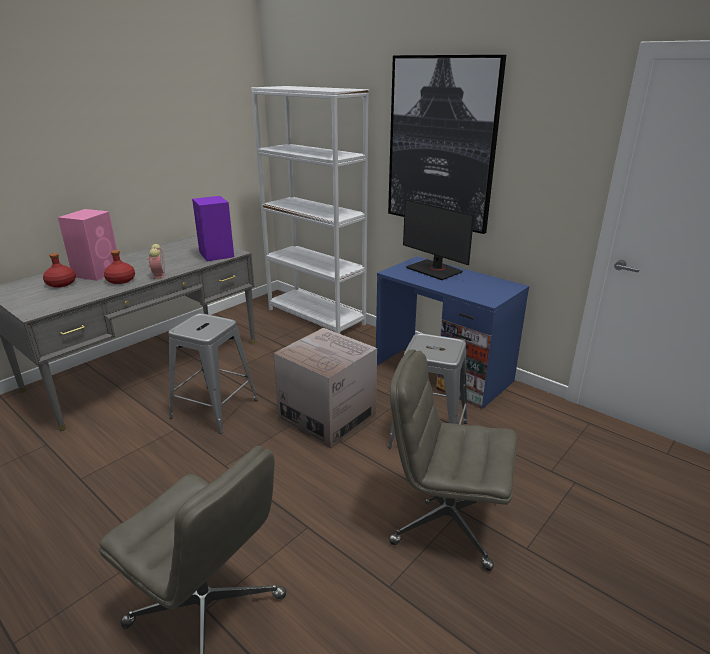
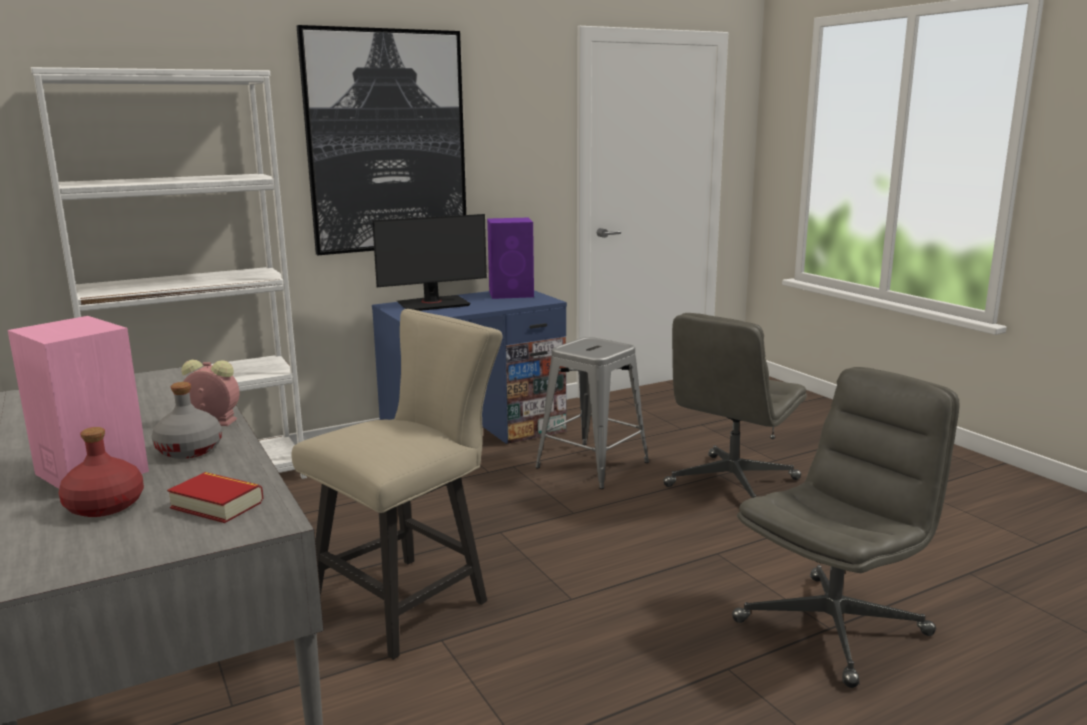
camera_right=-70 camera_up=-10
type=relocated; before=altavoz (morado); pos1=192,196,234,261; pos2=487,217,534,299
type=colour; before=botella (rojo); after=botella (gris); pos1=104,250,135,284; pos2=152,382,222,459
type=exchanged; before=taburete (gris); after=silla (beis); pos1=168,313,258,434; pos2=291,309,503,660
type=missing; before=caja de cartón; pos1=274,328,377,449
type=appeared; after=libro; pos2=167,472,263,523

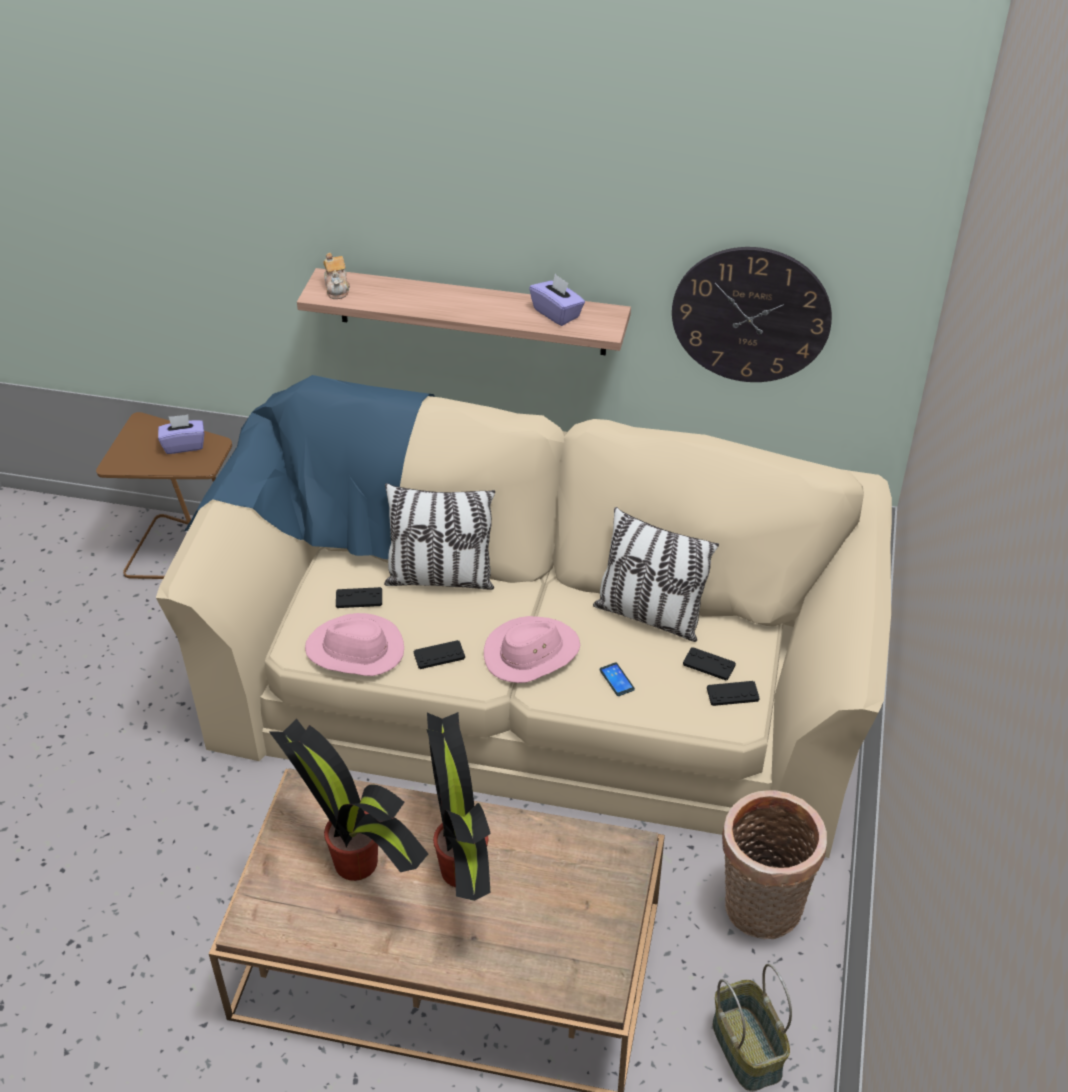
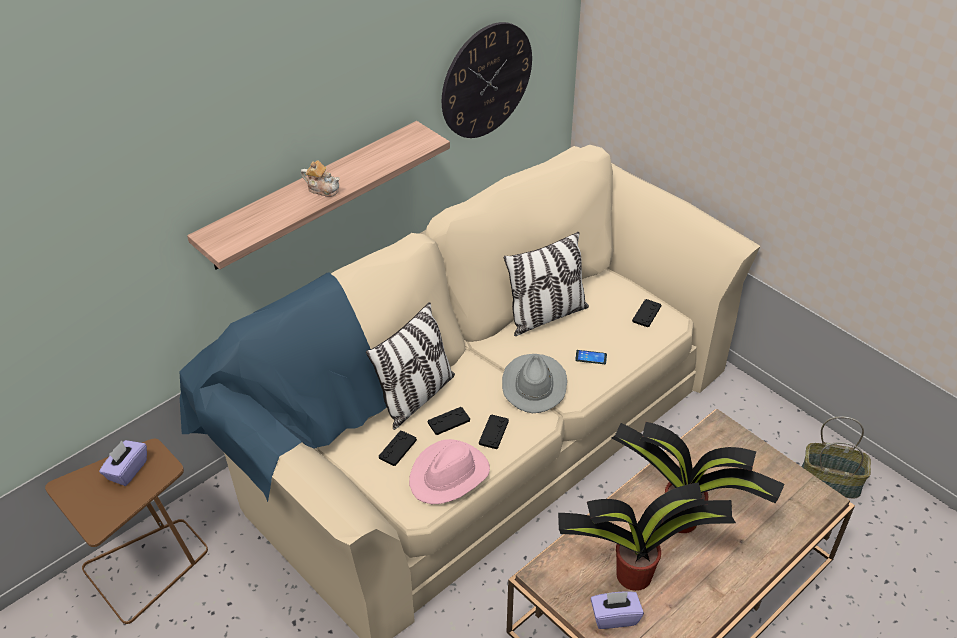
camera_right=-55 camera_up=0
type=relocated; before=tetera; pos1=323,252,350,299; pos2=301,160,340,197
type=relocated; before=caja de pañuelos (morado); pos1=529,274,585,326; pos2=591,591,644,629
type=colour; before=sombrero (rosa); after=sombrero (gris); pos1=484,616,580,683; pos2=502,354,567,413
type=relocated; before=mando de consola (negro); pos1=683,647,736,680; pos2=428,407,470,435
type=missing; before=cesta; pos1=722,790,827,939

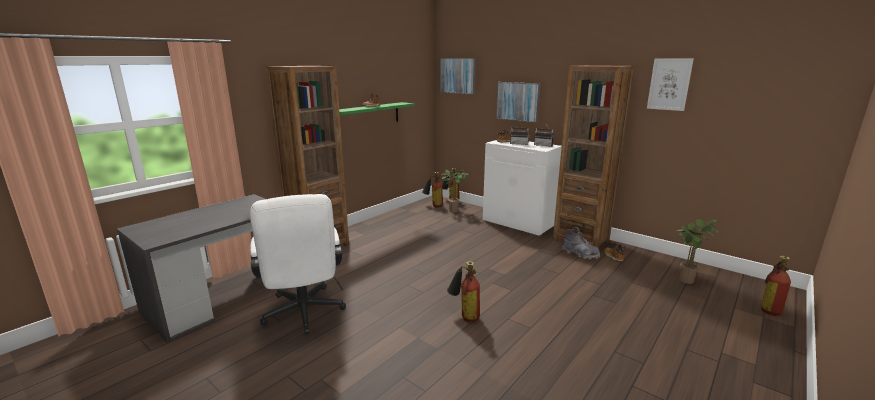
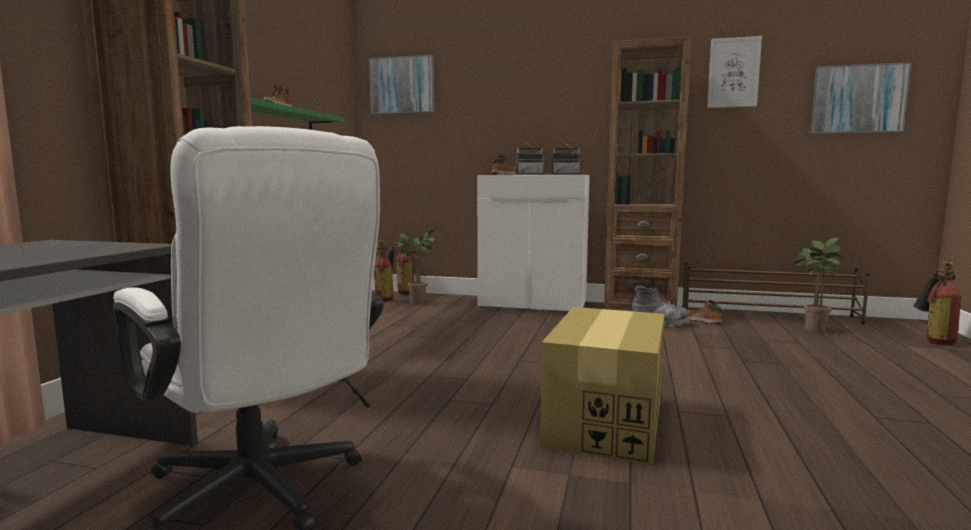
camera_right=-25 camera_up=-10
type=relocated; before=cuadro; pos1=496,82,540,123; pos2=810,62,911,134
type=exchanged; before=extintor; after=caja de cartón; pos1=447,261,480,322; pos2=540,307,664,465
type=appeared; after=zapatero (marrón); pos2=682,263,870,324

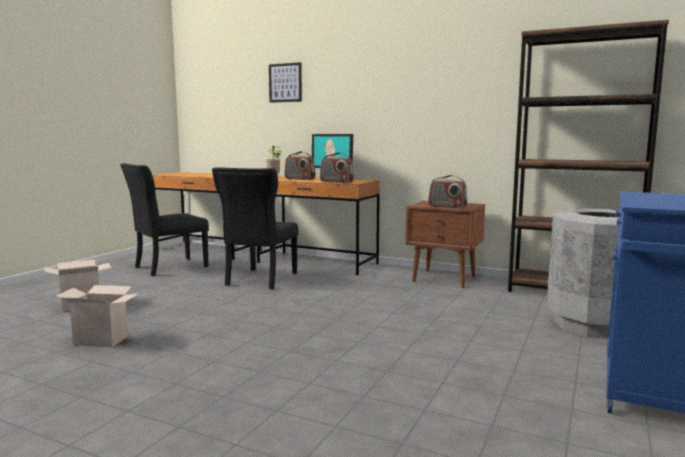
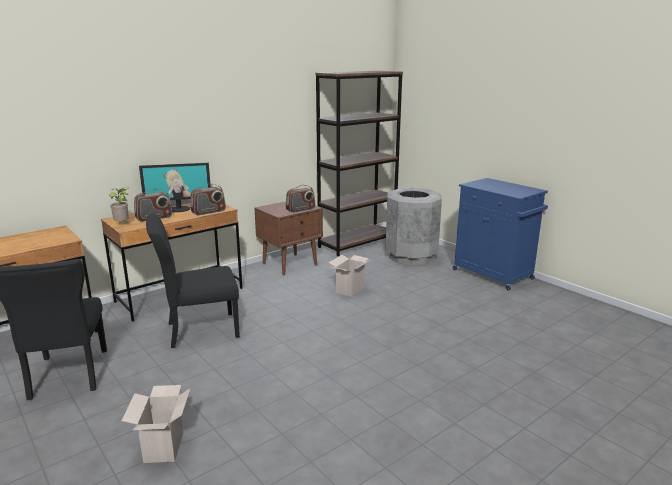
camera_right=-65 camera_up=10
type=missing; before=cuadro; pos1=269,62,302,103
type=spun; before=silla (negro); pos1=212,167,299,289; pos2=146,214,240,348; turn=120
type=relocated; before=caja de cartón; pos1=56,285,138,347; pos2=329,255,371,297

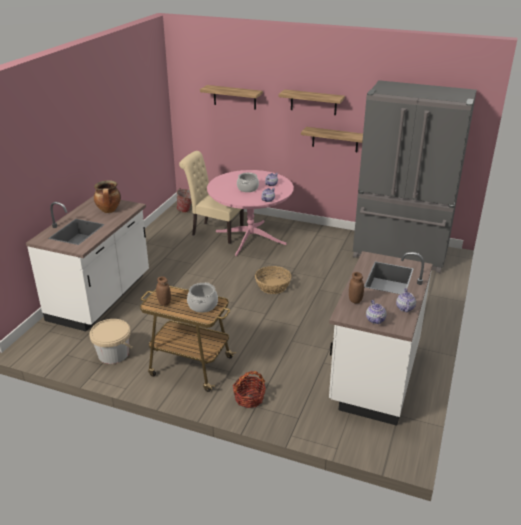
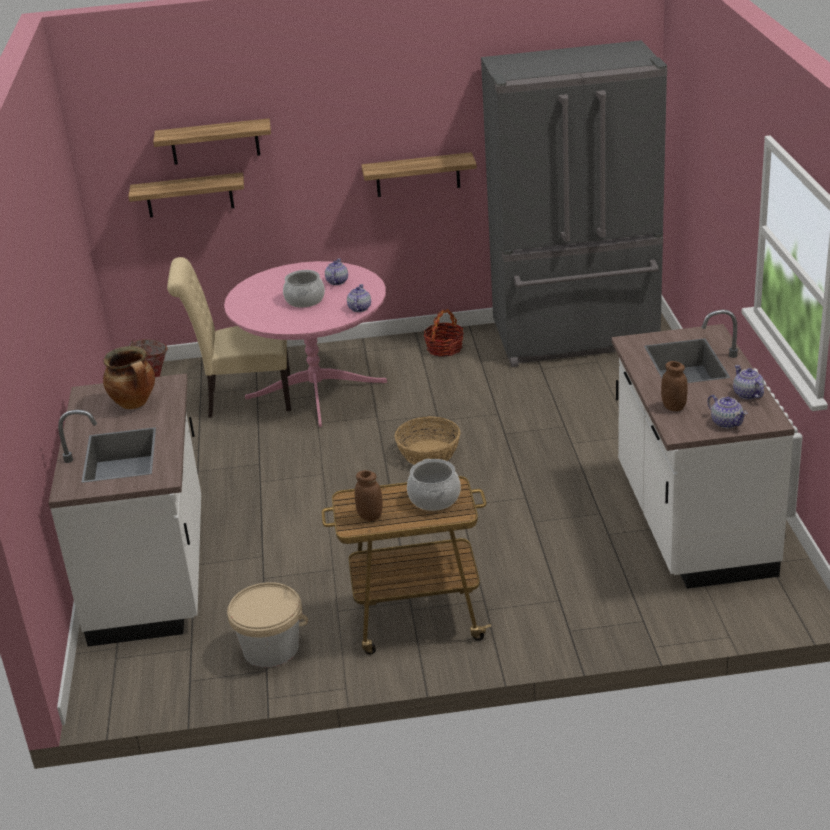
camera_right=-25 camera_up=0
type=relocated; before=estante; pos1=278,89,345,115; pos2=128,172,244,217
type=relocated; before=cesta; pos1=233,371,266,408; pos2=424,309,464,357

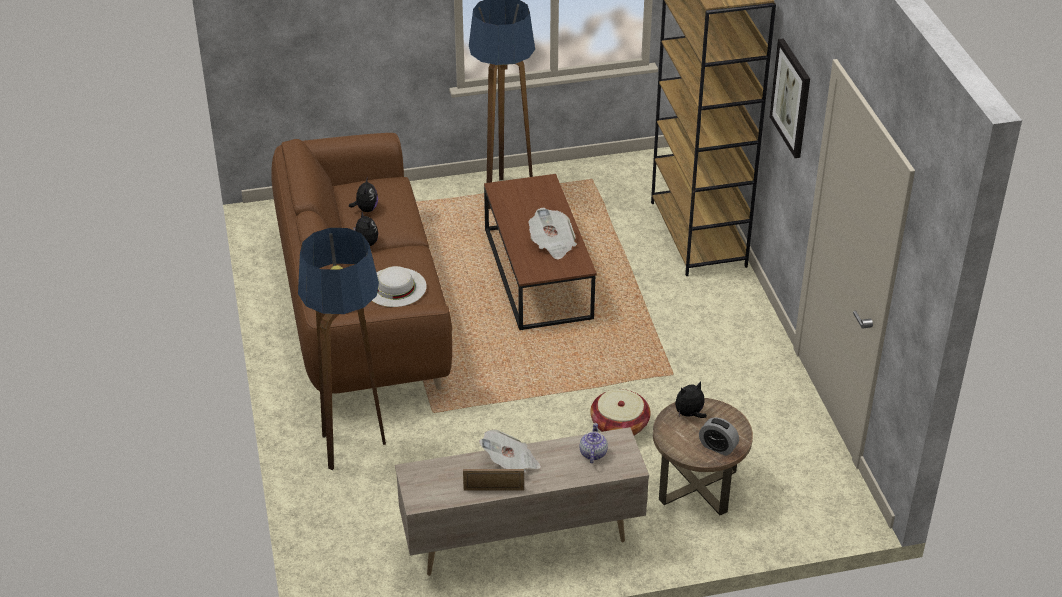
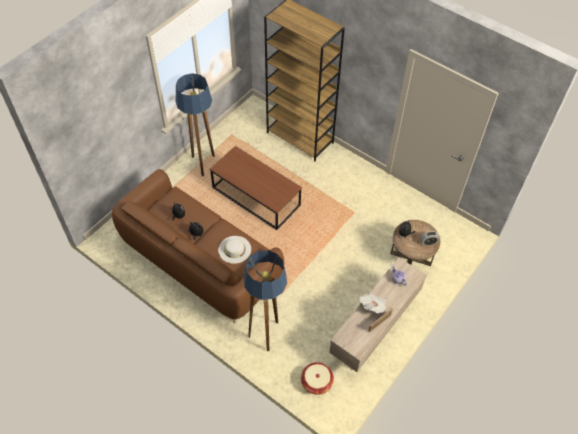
camera_right=-40 camera_up=15
type=missing; before=cuadro; pos1=770,38,810,158
type=missing; before=periódico; pos1=528,208,577,259
type=relocated; before=cesta; pos1=590,389,650,436; pos2=301,362,334,395

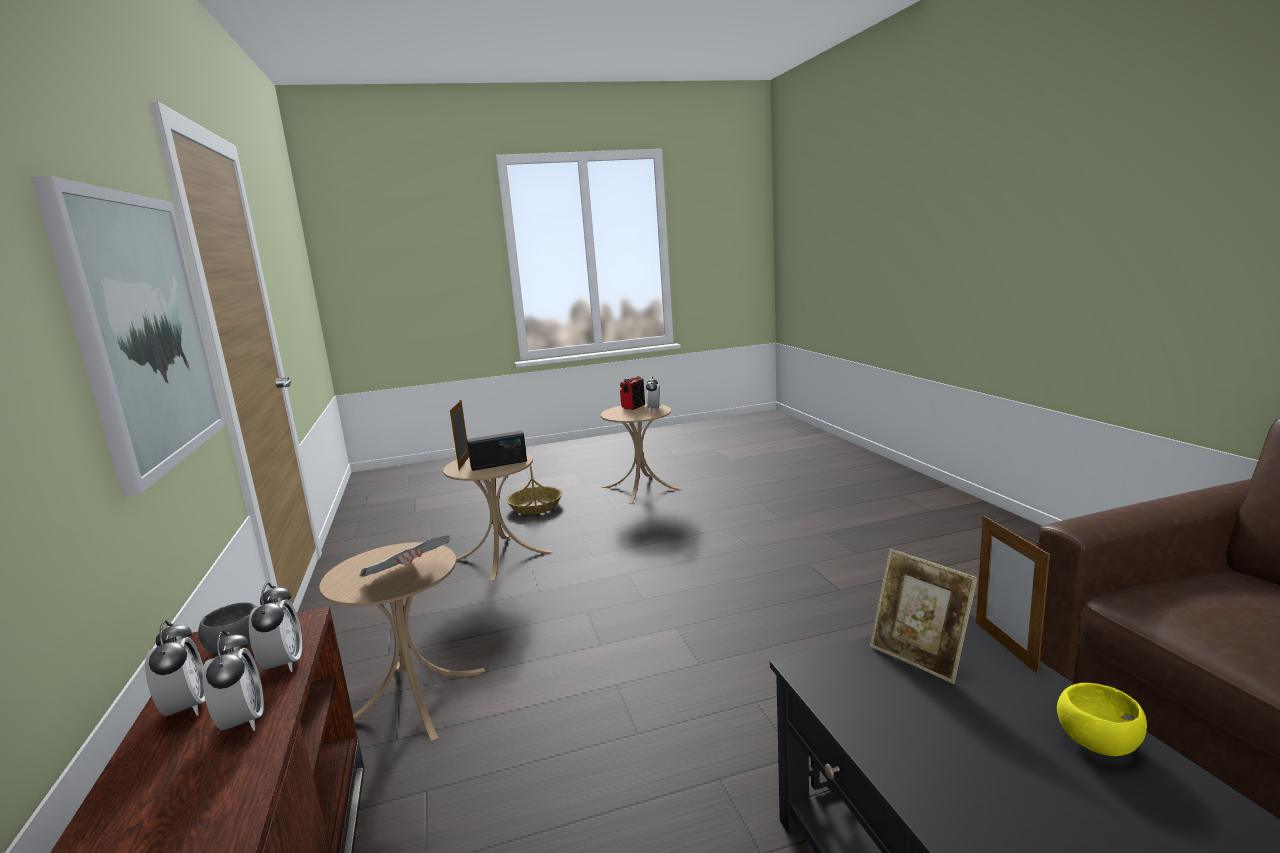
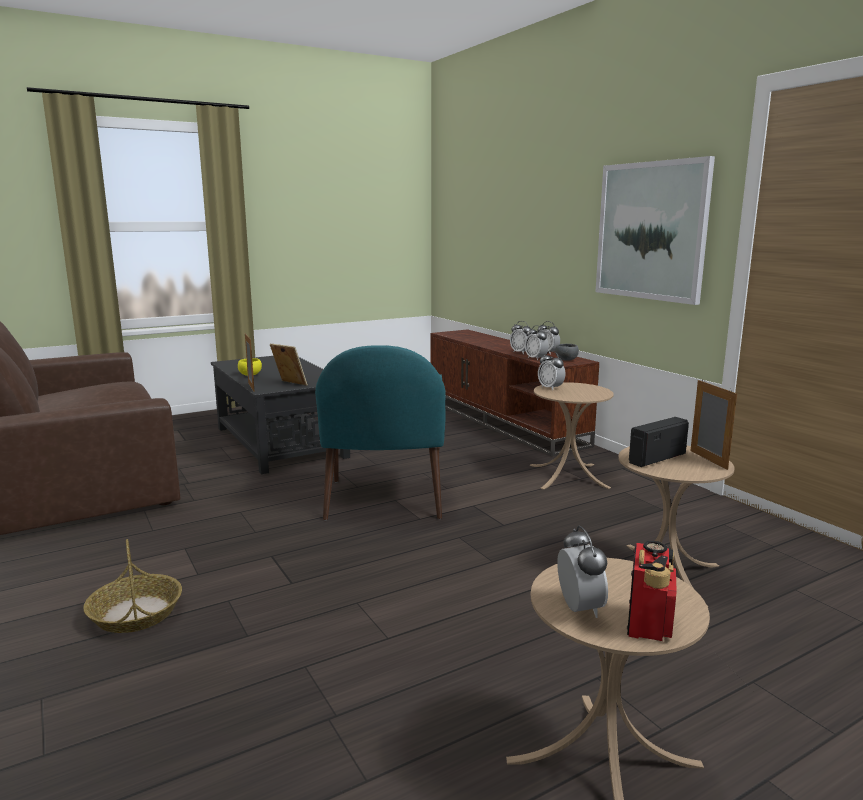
camera_right=165 camera_up=0
type=relocated; before=cesta; pos1=506,465,562,515; pos2=83,539,182,633
type=exchanged; before=periódico; after=despertador; pos1=360,535,450,577; pos2=538,351,565,390
type=appeared; after=sillón (turquesa); pos2=315,345,446,521

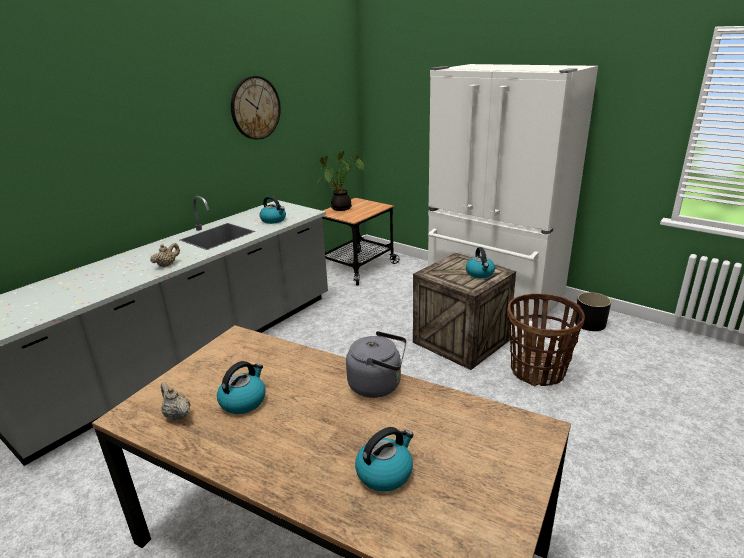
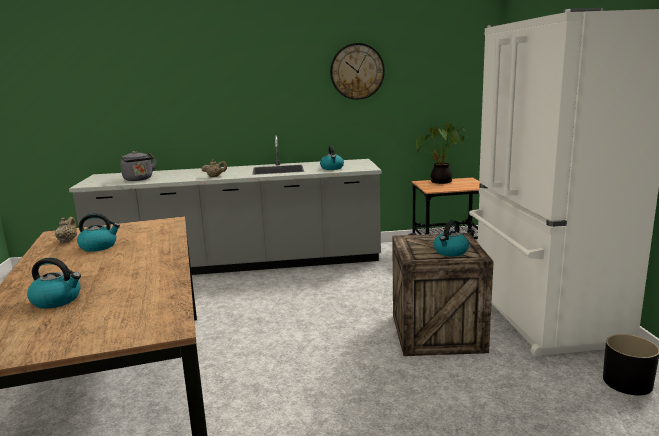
camera_right=45 camera_up=-10
type=missing; before=cesta; pos1=507,294,585,387
type=relocated; before=hervidor (gris); pos1=346,331,407,398; pos2=120,151,157,181

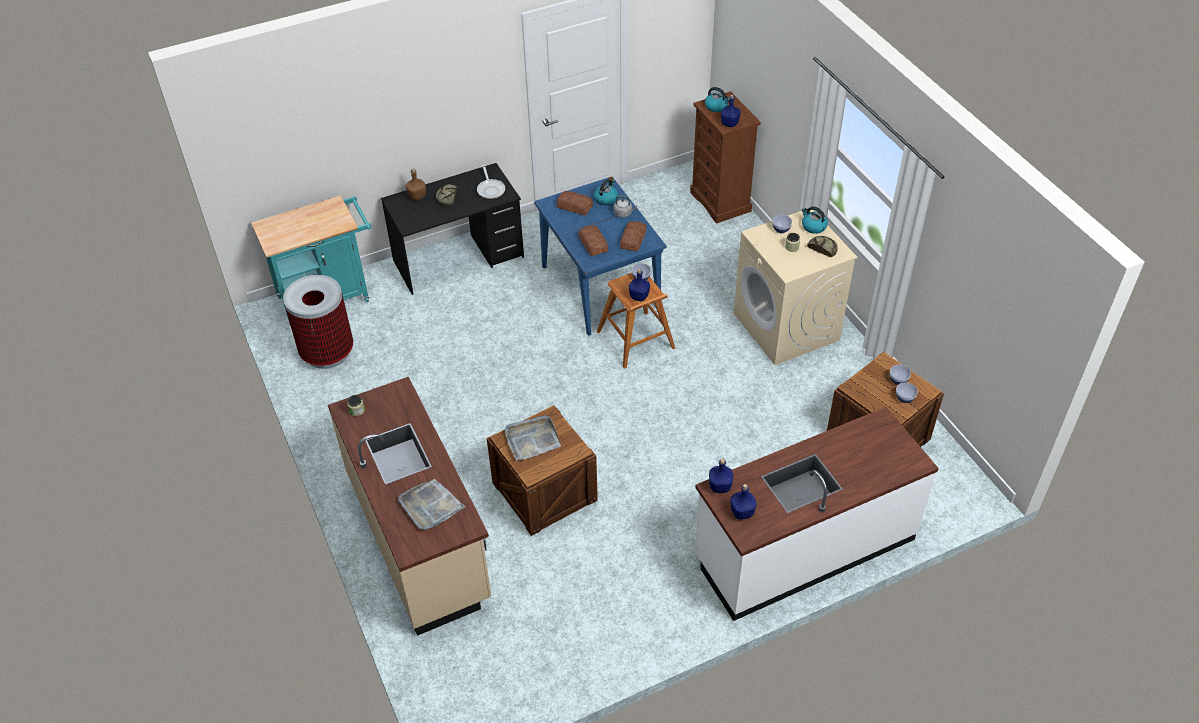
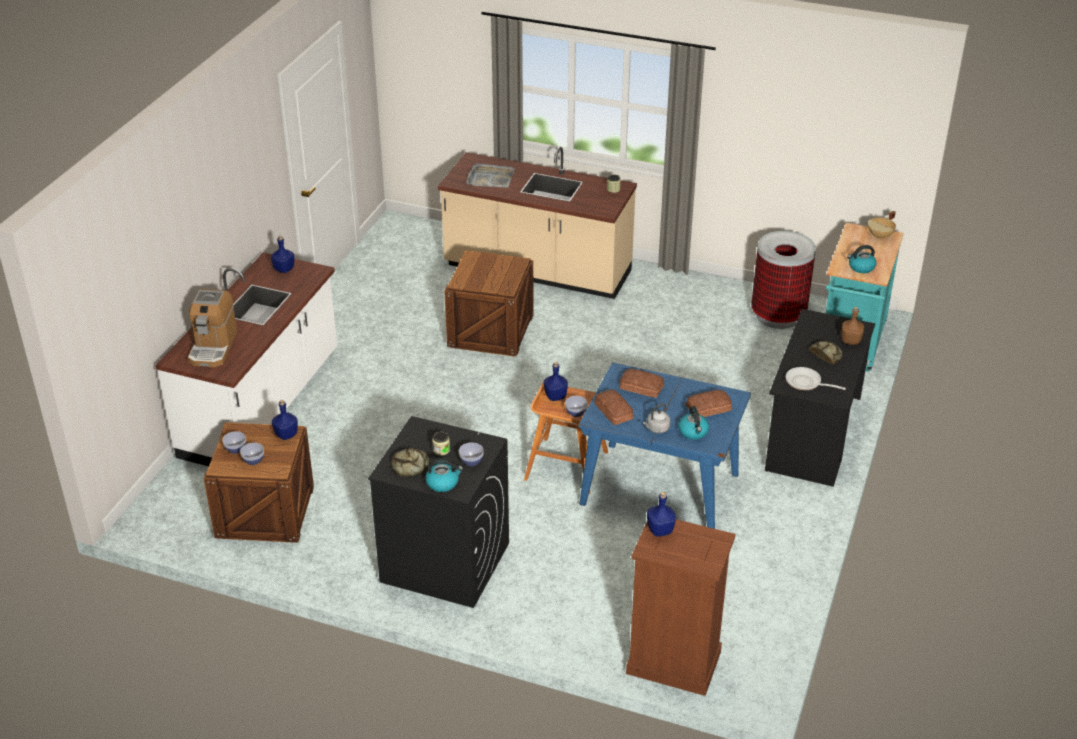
camera_right=135 camera_up=-10
type=relocated; before=hervidor; pos1=705,87,729,112; pos2=847,245,877,273
type=colour; before=lavadora (beis); after=lavadora (negro); pos1=734,208,858,365; pos2=368,416,509,608
type=missing; before=bandeja (gris); pos1=504,415,561,460
type=relocated; before=botella (azul); pos1=709,458,733,493; pos2=272,400,298,440
type=appeared; after=olla (beis); pos2=868,211,896,239
type=appeared; after=cafetera; pos2=188,289,237,367

